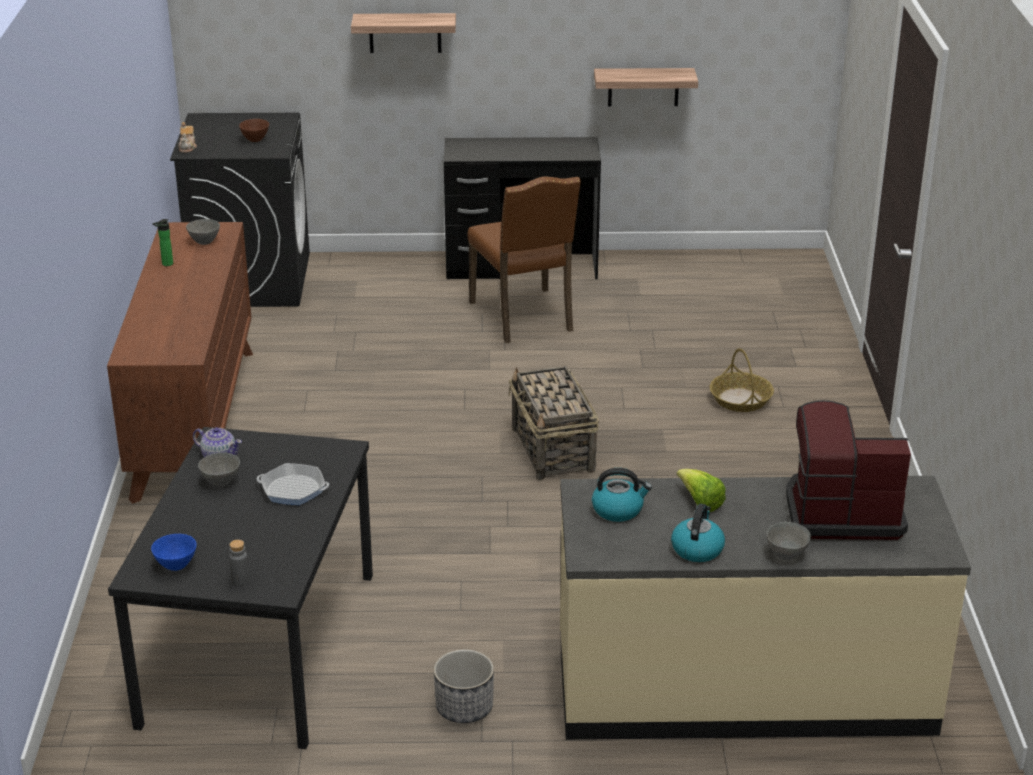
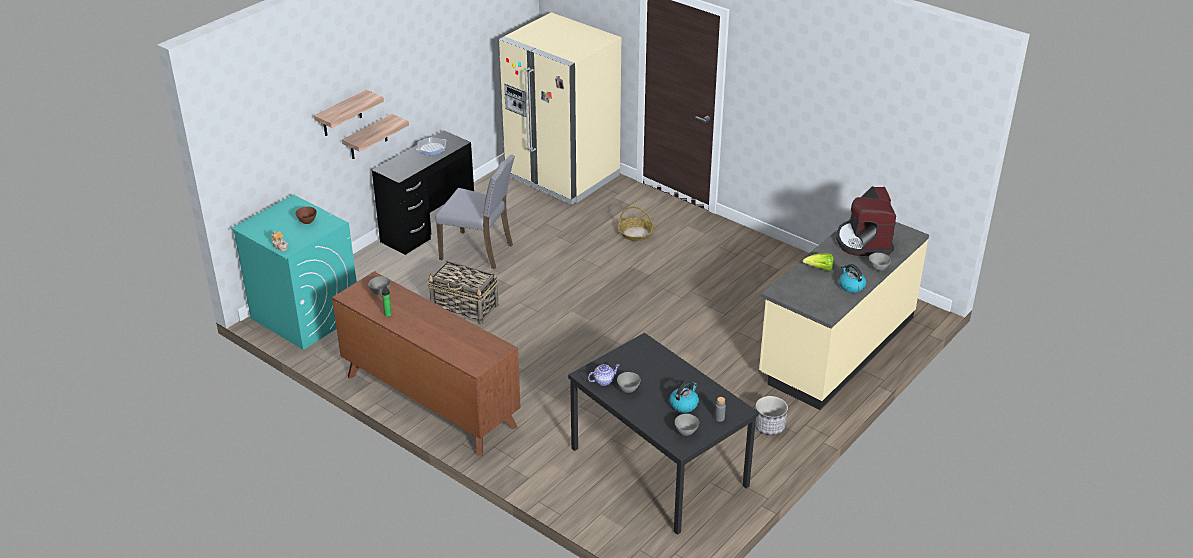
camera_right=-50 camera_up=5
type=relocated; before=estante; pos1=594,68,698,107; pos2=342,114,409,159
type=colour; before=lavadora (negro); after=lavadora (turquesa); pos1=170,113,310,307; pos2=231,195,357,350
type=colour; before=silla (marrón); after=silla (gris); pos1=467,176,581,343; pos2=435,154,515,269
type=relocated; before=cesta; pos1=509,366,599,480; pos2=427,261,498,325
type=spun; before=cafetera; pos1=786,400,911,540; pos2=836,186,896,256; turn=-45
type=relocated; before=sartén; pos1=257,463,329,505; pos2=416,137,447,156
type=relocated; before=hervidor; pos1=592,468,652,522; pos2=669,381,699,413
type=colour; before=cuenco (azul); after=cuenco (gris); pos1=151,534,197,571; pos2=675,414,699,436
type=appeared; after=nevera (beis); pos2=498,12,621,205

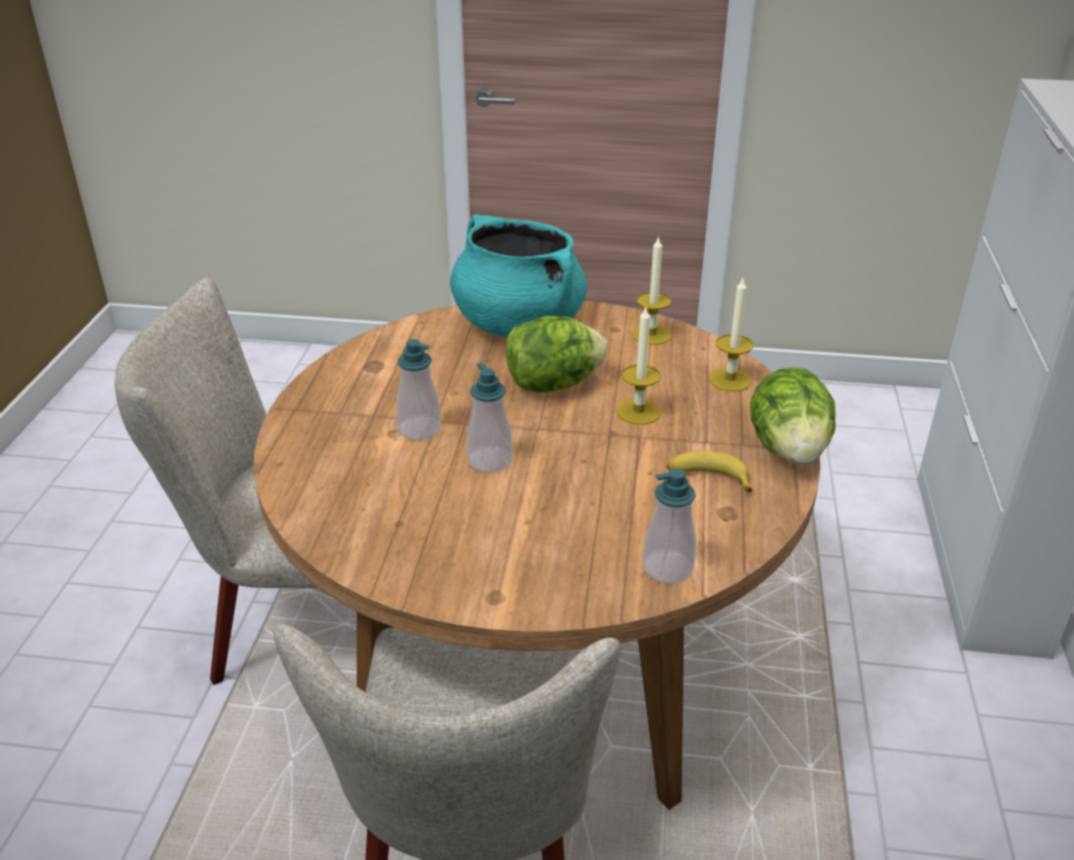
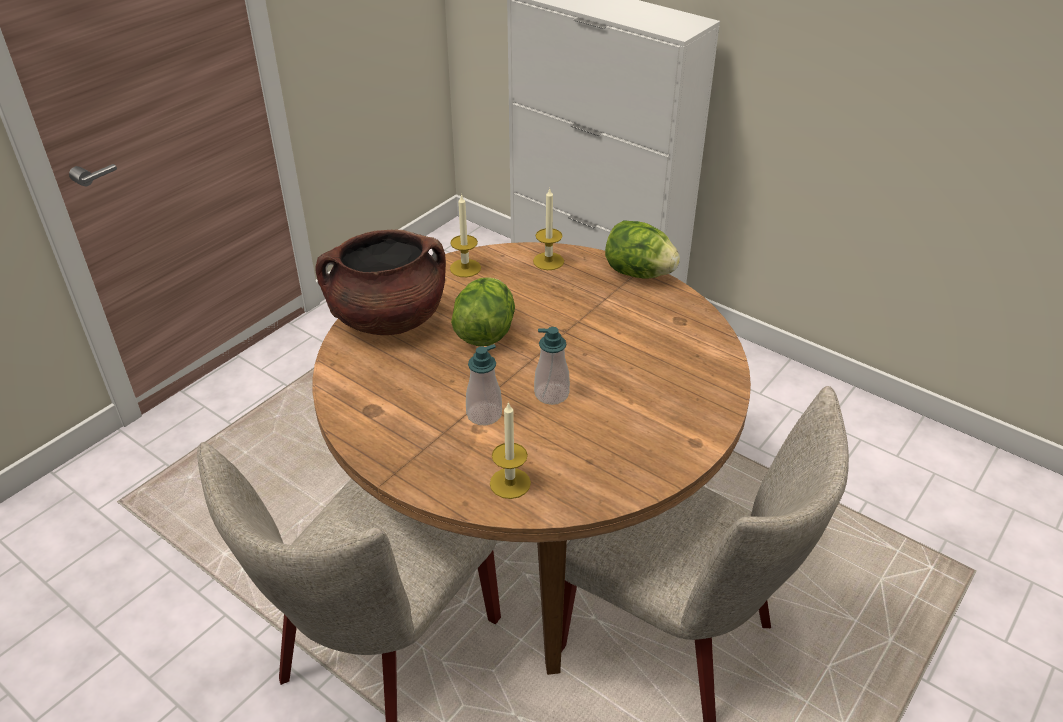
camera_right=-60 camera_up=5
type=colour; before=olla (turquesa); after=olla (marrón); pos1=450,214,587,337; pos2=316,229,446,335
type=relocated; before=vela; pos1=617,307,661,425; pos2=490,402,531,499
type=missing; before=plátano; pos1=667,451,752,492
type=missing; before=dispensador de jabón; pos1=643,469,696,583

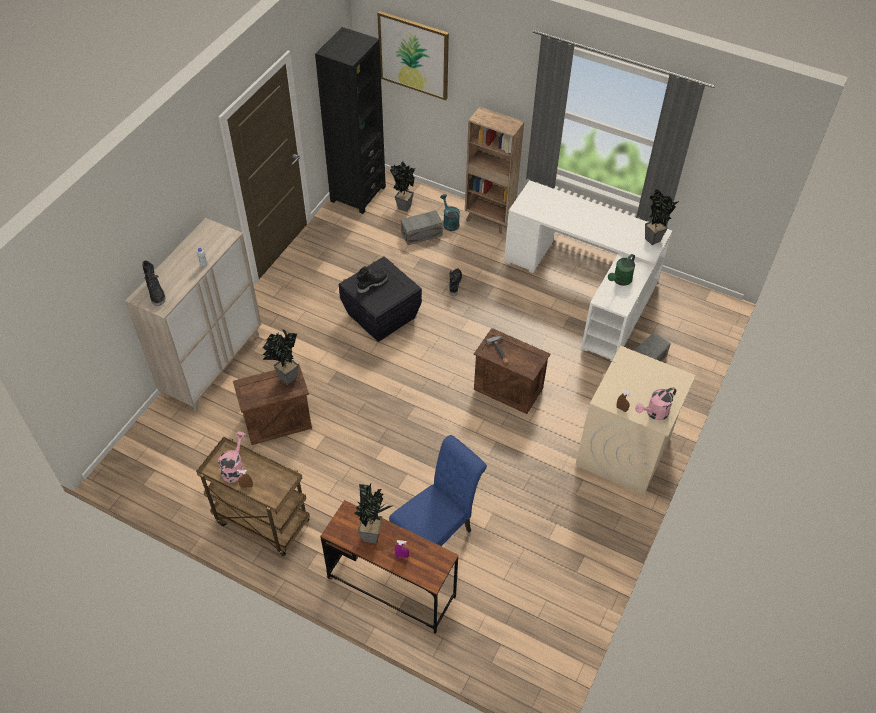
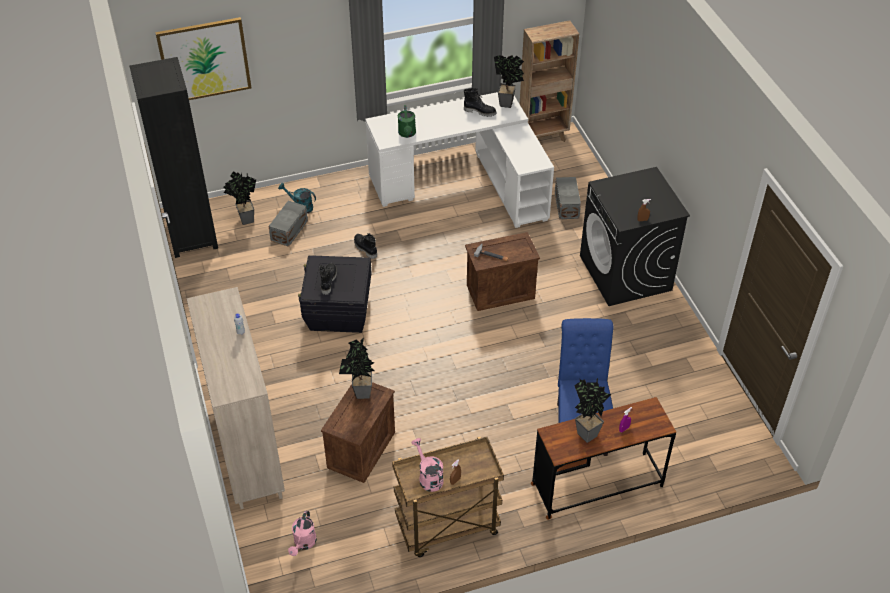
camera_right=-45 camera_up=-5
type=relocated; before=estantería (marrón); pos1=465,107,524,234; pos2=520,20,579,142
type=relocated; before=regadera (verde); pos1=608,254,635,286; pos2=398,105,416,138
type=relocated; before=bota (negro); pos1=142,260,165,306; pos2=464,88,497,117
type=colour; before=lavadora (beis); after=lavadora (negro); pos1=575,346,696,495; pos2=580,167,690,306
type=relocated; before=regadera (rosa); pos1=635,387,677,420; pos2=288,510,317,556

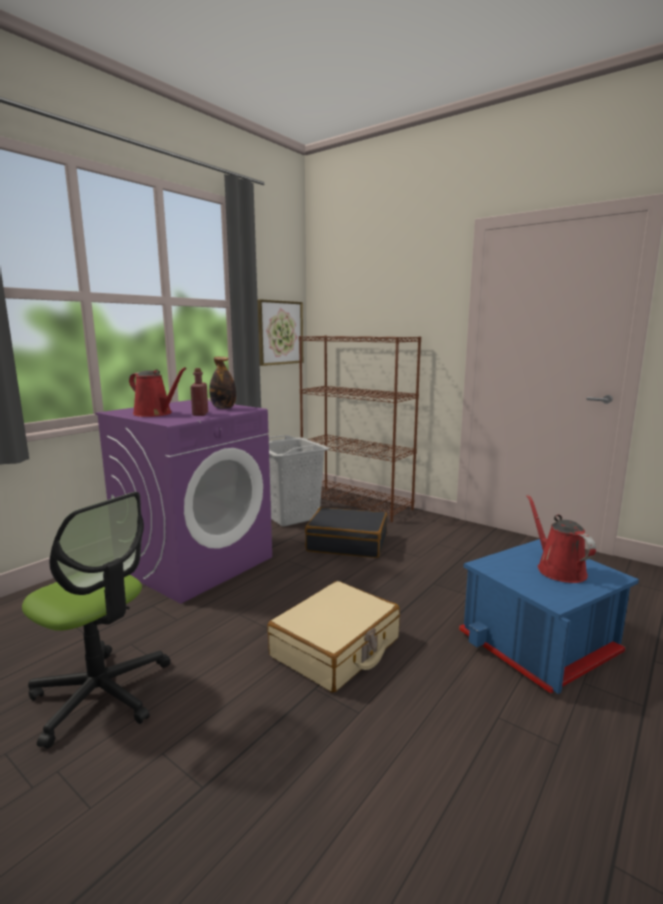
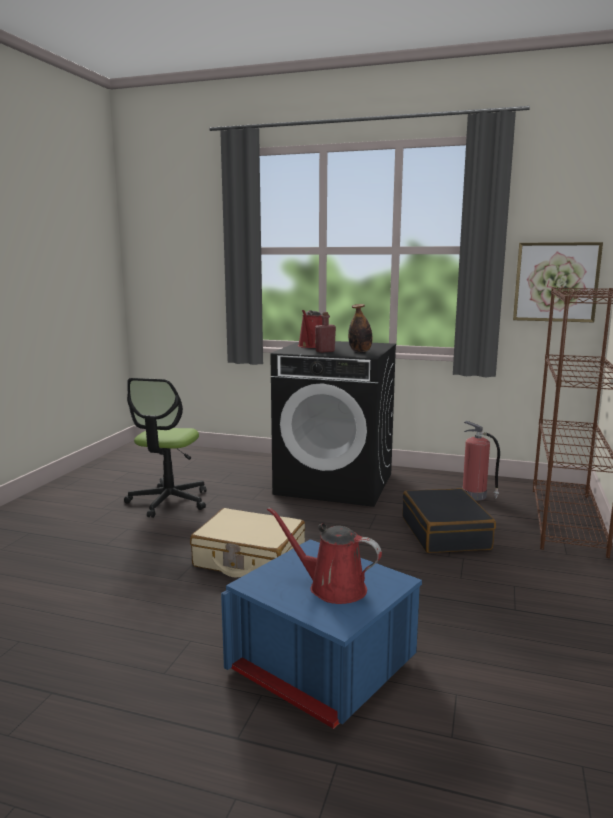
camera_right=70 camera_up=0
type=colour; before=lavadora (morado); after=lavadora (negro); pos1=95,400,272,604; pos2=270,341,396,507
type=exchanged; before=cesto de la ropa (gris); after=extintor; pos1=269,435,330,526; pos2=462,421,500,500
type=spun; before=regadera (rojo); pos1=527,495,596,583; pos2=267,507,382,604; turn=-120

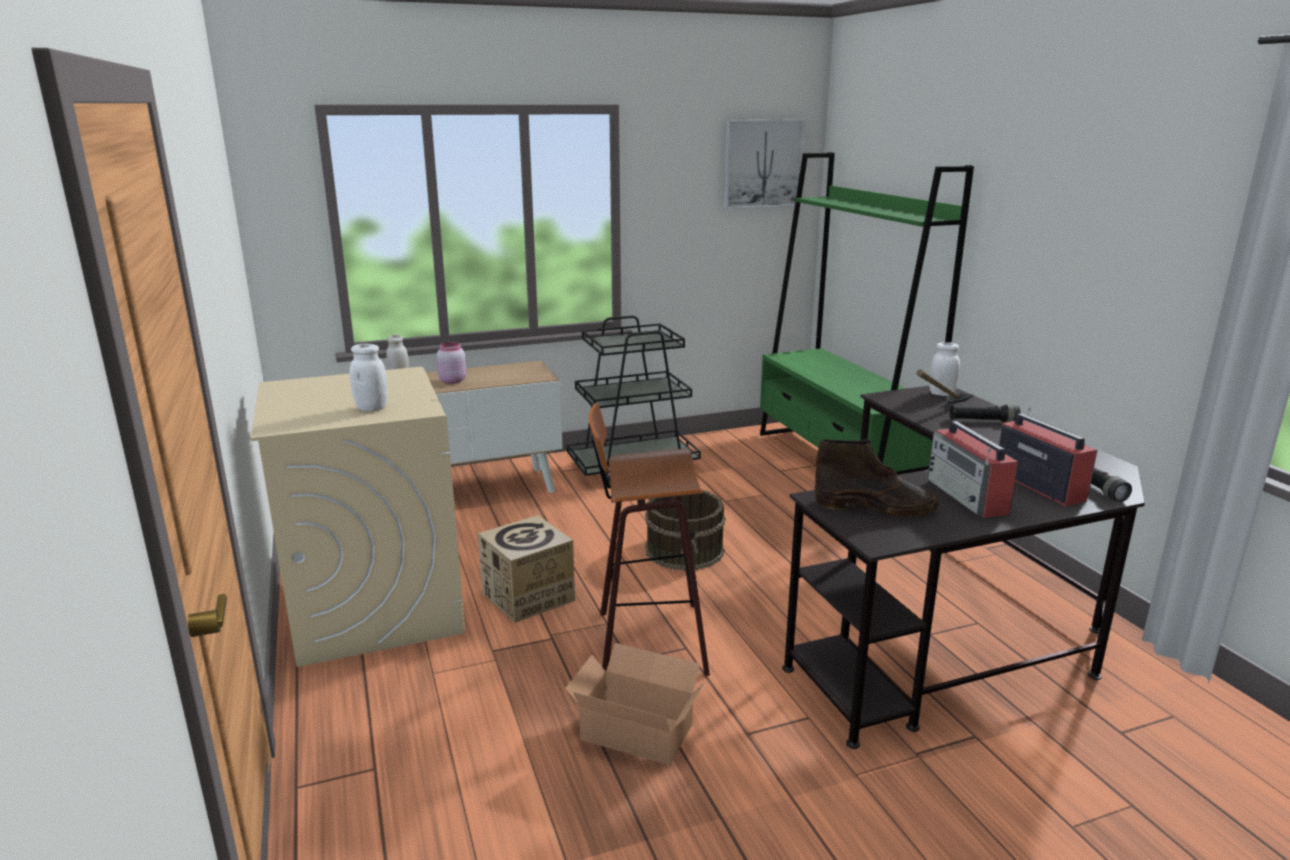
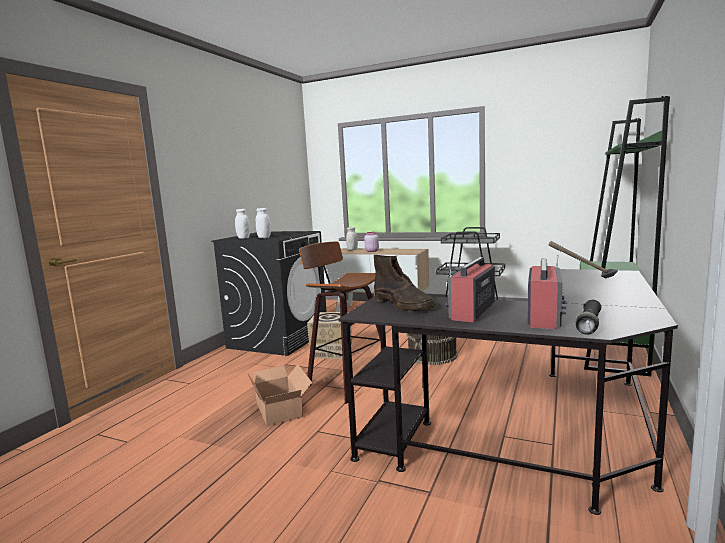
camera_right=45 camera_up=-10
type=missing; before=cuadro; pos1=724,119,805,209
type=relocated; before=tarro (blanco); pos1=929,342,960,396; pos2=235,209,250,239
type=colour; before=lavadora (beis); after=lavadora (negro); pos1=251,367,465,667; pos2=211,231,327,356
type=missing; before=linterna (negro); pos1=950,404,1021,423

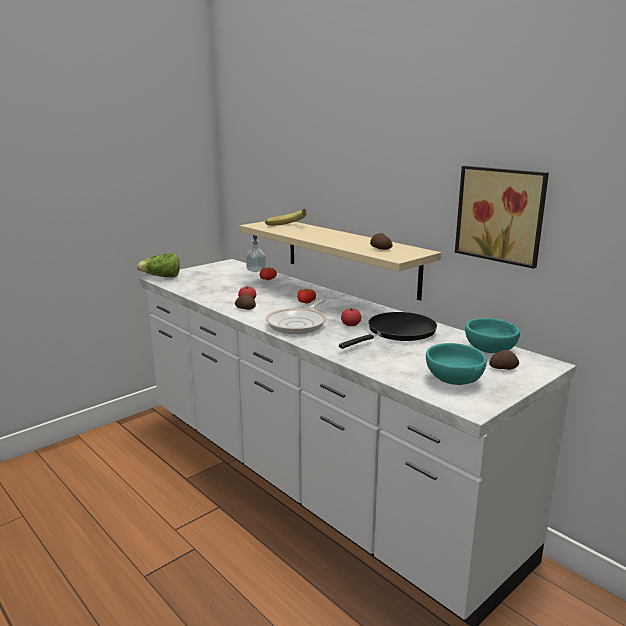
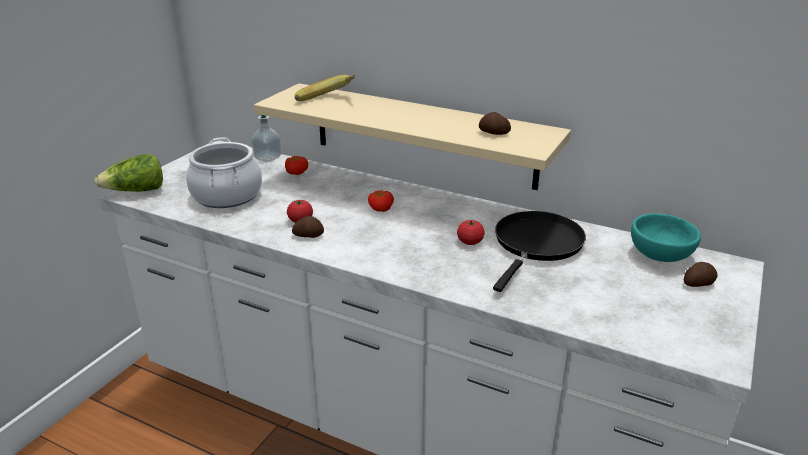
camera_right=-20 camera_up=10
type=missing; before=cuadro; pos1=455,166,549,269
type=missing; before=sartén; pos1=266,299,326,334
type=missing; before=cuenco (turquesa); pos1=426,343,487,385
type=appeared; after=olla; pos2=186,137,262,208

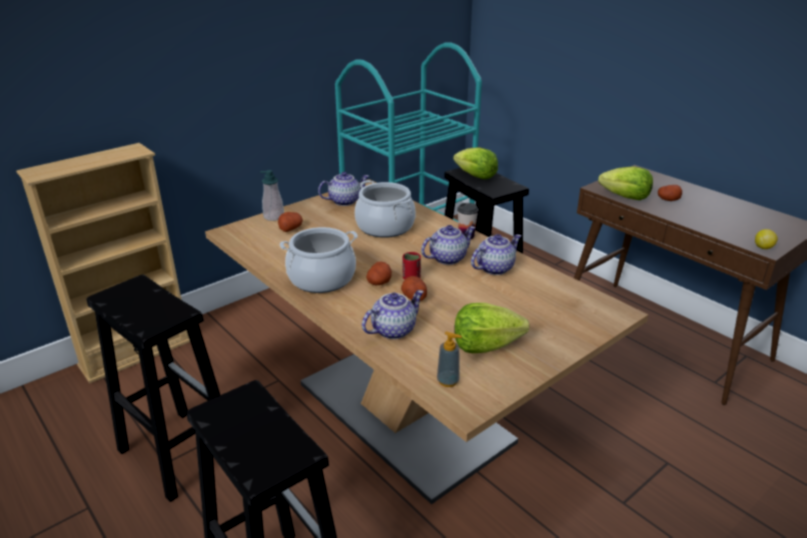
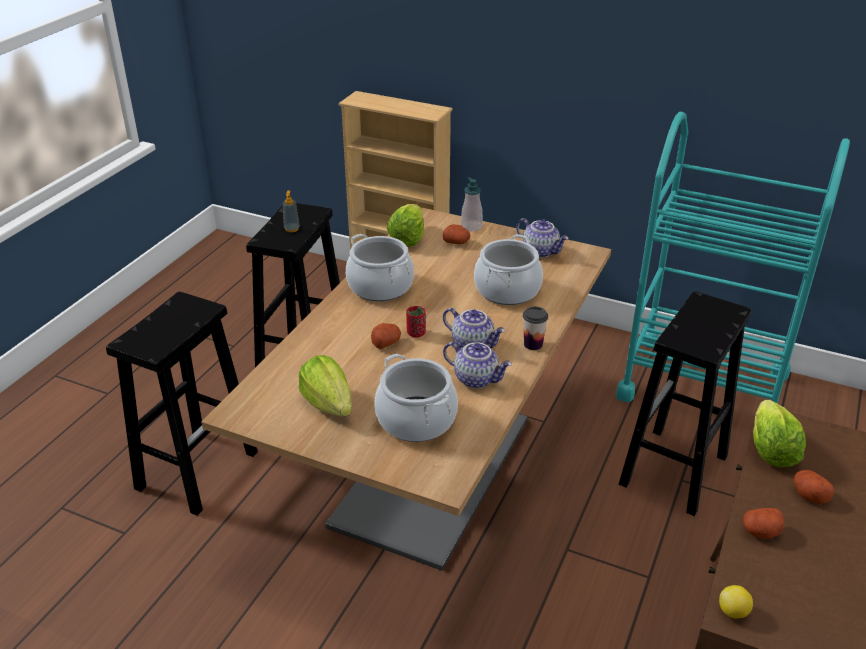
camera_right=65 camera_up=5
type=relocated; before=lechuga; pos1=453,147,498,179; pos2=387,204,424,247
type=relocated; before=patata; pos1=366,262,392,285; pos2=743,508,785,539
type=missing; before=tetera; pos1=362,290,424,339
type=relocated; before=dispensador de jabón; pos1=437,331,462,387; pos2=283,190,300,232
type=appeared; after=olla; pos2=374,354,458,442

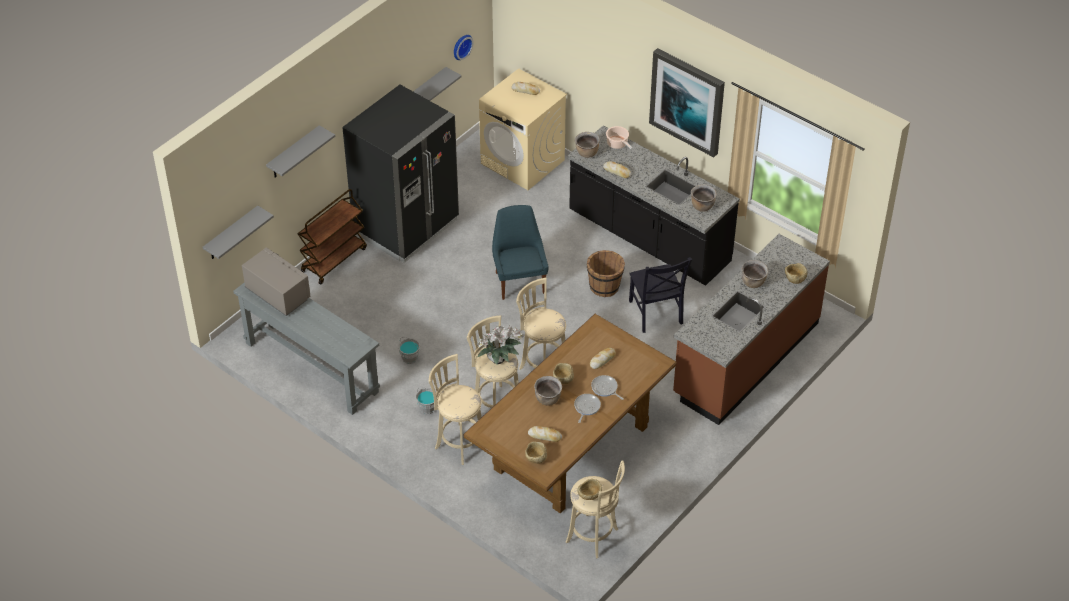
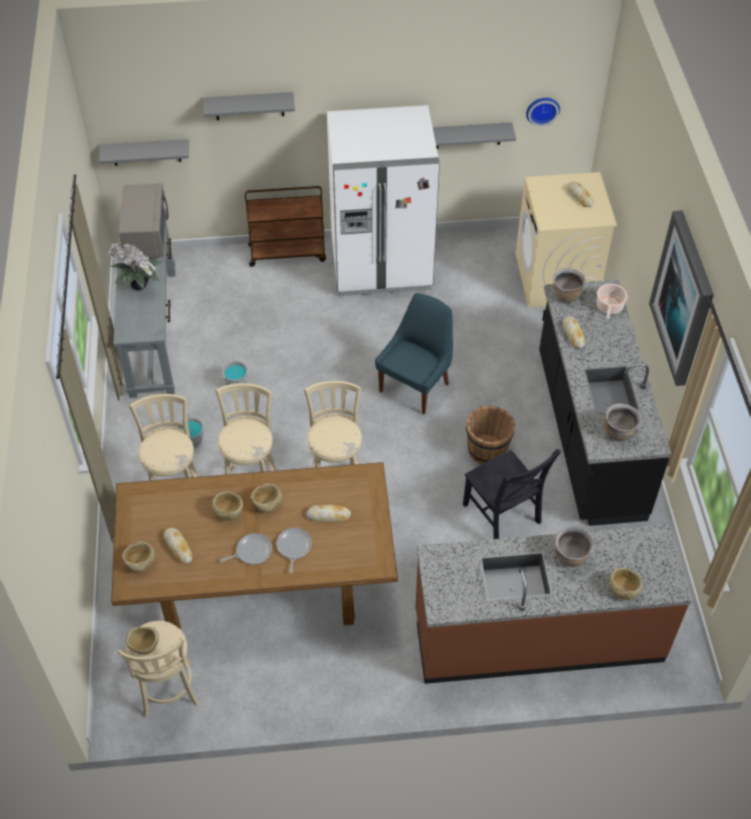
camera_right=45 camera_up=5
type=colour; before=nevera (negro); after=nevera (blanco); pos1=342,85,459,263; pos2=327,105,440,296
type=spun; before=silla (negro); pos1=629,257,692,333; pos2=463,449,561,539; turn=-60
type=relocated; before=planta en maceta; pos1=477,325,525,365; pos2=106,243,163,291
type=exchanged; before=olla (marrón); after=cuenco (beis); pos1=534,376,562,406; pos2=212,492,243,521

